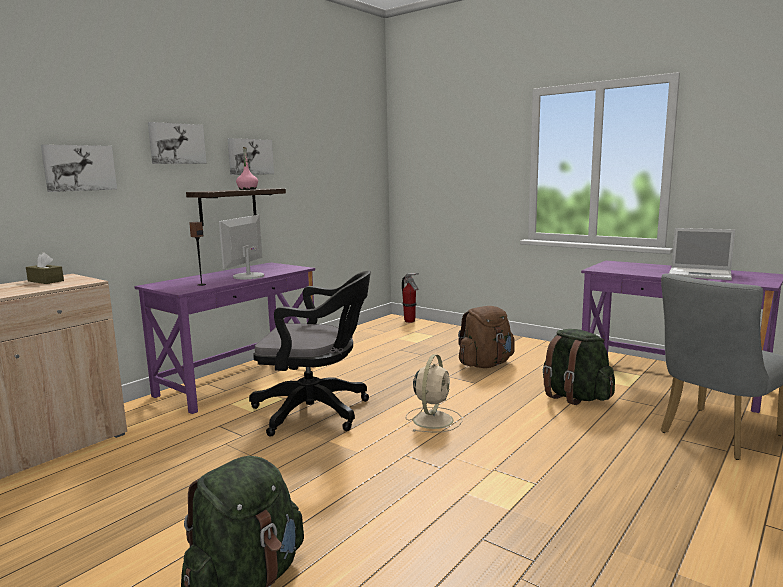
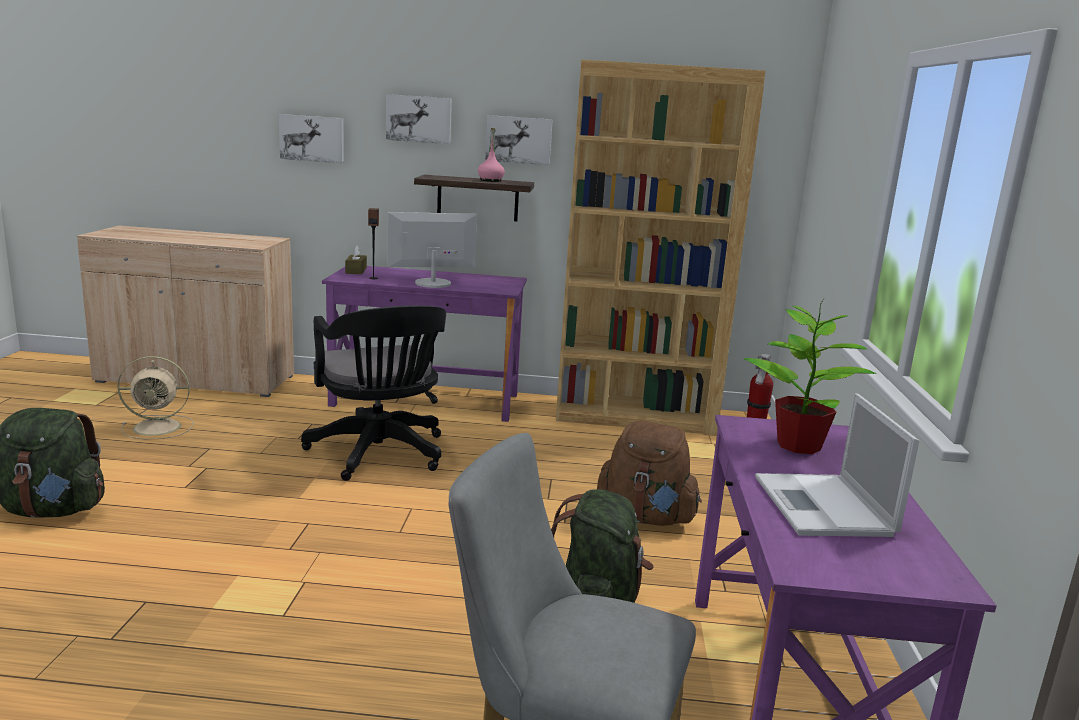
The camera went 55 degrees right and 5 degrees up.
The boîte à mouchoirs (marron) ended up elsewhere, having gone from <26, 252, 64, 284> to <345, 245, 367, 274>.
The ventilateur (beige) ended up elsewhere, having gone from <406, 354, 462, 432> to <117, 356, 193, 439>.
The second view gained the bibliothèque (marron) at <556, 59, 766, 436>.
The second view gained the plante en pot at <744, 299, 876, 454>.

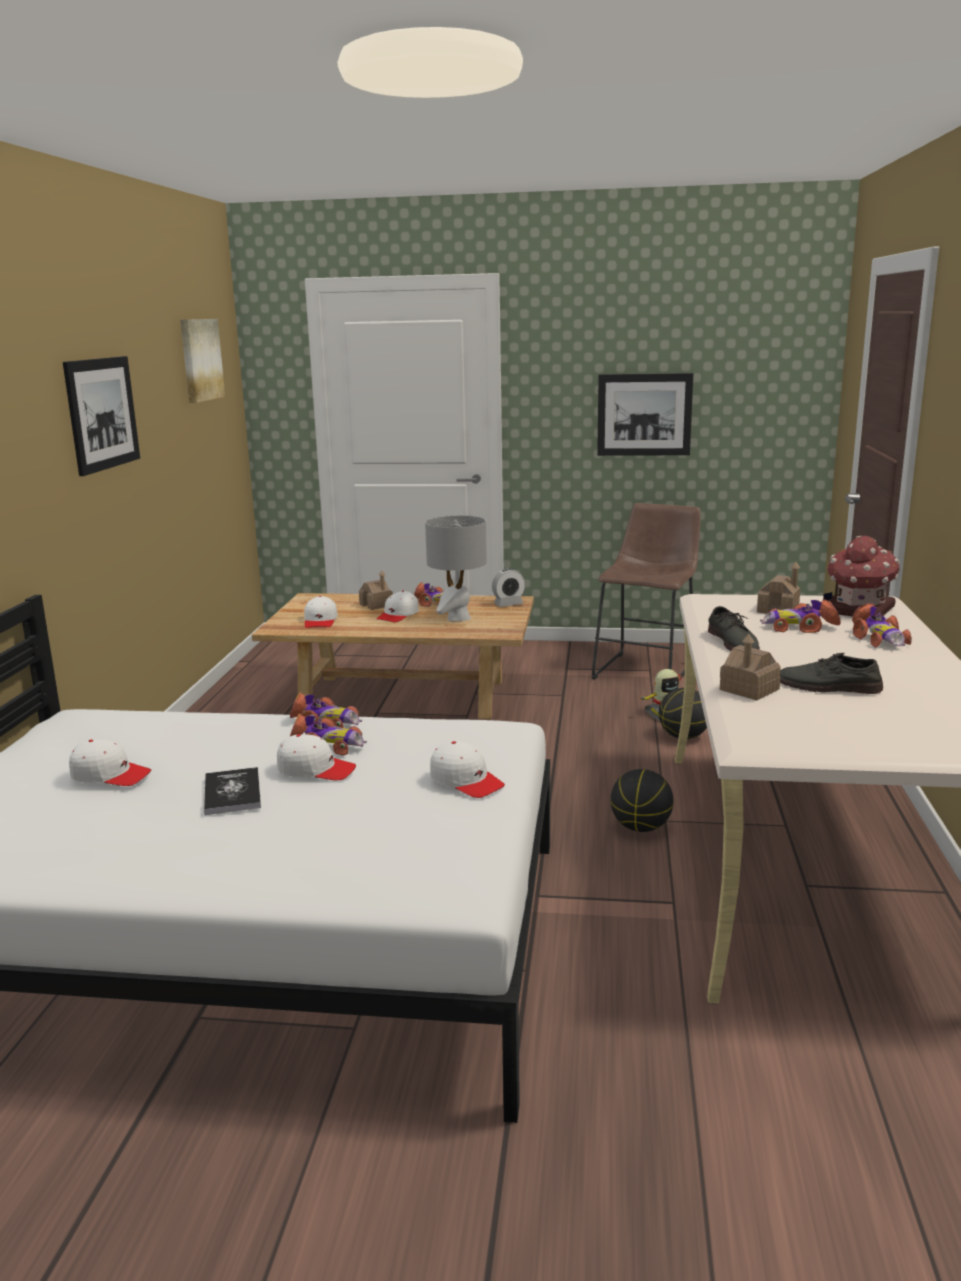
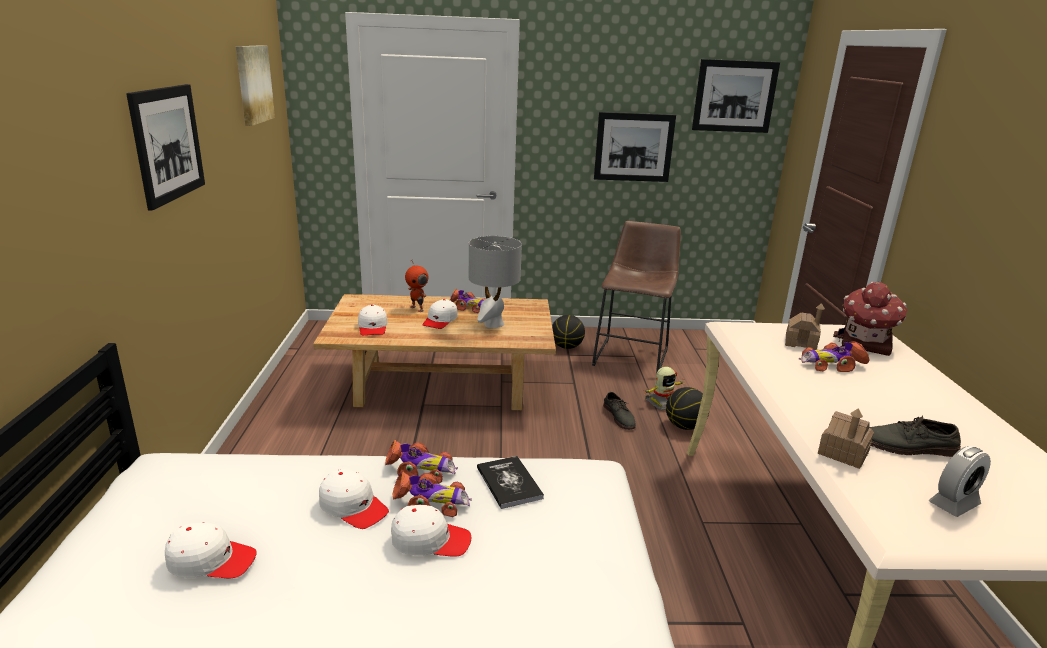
The camera went 10 degrees left and 5 degrees up.
The livre ended up elsewhere, having gone from <204, 767, 261, 815> to <477, 456, 544, 509>.
Where the maison miniature stood at <359, 571, 393, 610>, the robot jouet came to stand at <405, 260, 429, 312>.
The casquette (blanc) ended up elsewhere, having gone from <430, 741, 505, 798> to <319, 469, 389, 529>.
The réveil ended up elsewhere, having gone from <492, 569, 525, 607> to <929, 446, 991, 517>.
The ballon de basket ended up elsewhere, having gone from <610, 769, 674, 832> to <552, 315, 585, 349>.
The chaussure (gris) ended up elsewhere, having gone from <708, 606, 760, 651> to <603, 392, 636, 430>.
The second view lost the petite voiture at <852, 603, 912, 647>.
The second view gained the tableau at <692, 59, 780, 133>.

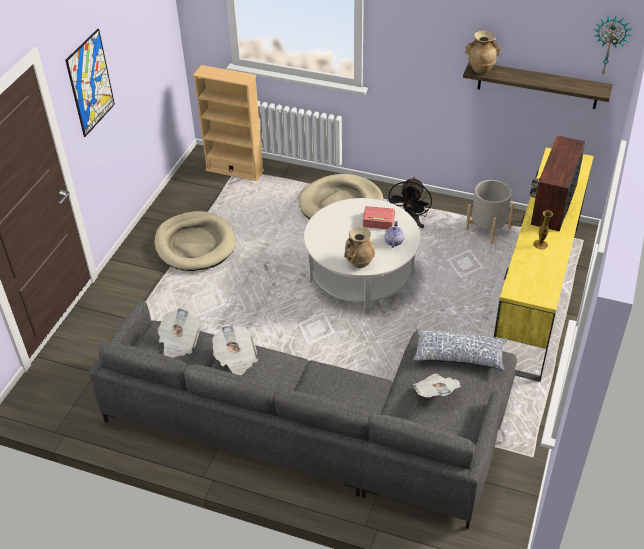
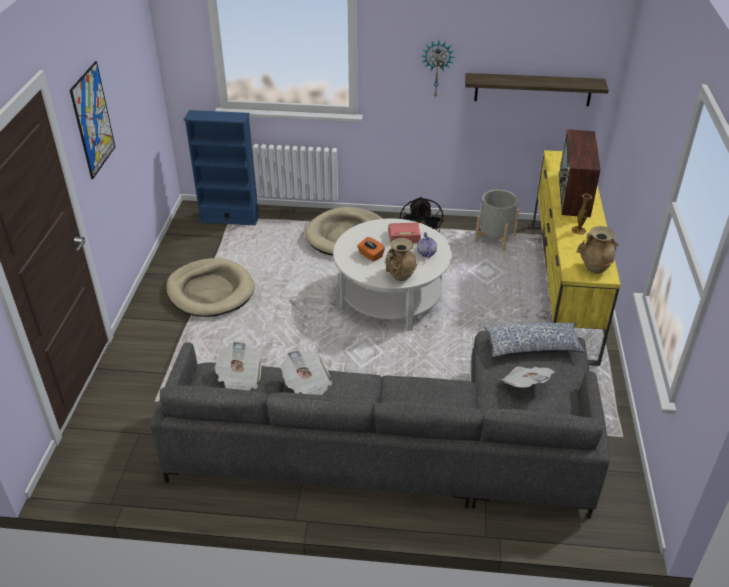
The camera went 15 degrees left and 5 degrees down.
What was the bibliothèque (beige) at <193, 65, 264, 181> turned into the bibliothèque (bleu) at <183, 110, 259, 226>.
The vase (beige) ended up elsewhere, having gone from <465, 30, 501, 74> to <577, 226, 618, 274>.
The horloge murale ended up elsewhere, having gone from <593, 16, 632, 75> to <422, 41, 455, 98>.
The second view gained the boîte à mouchoirs (orange) at <357, 237, 385, 262>.

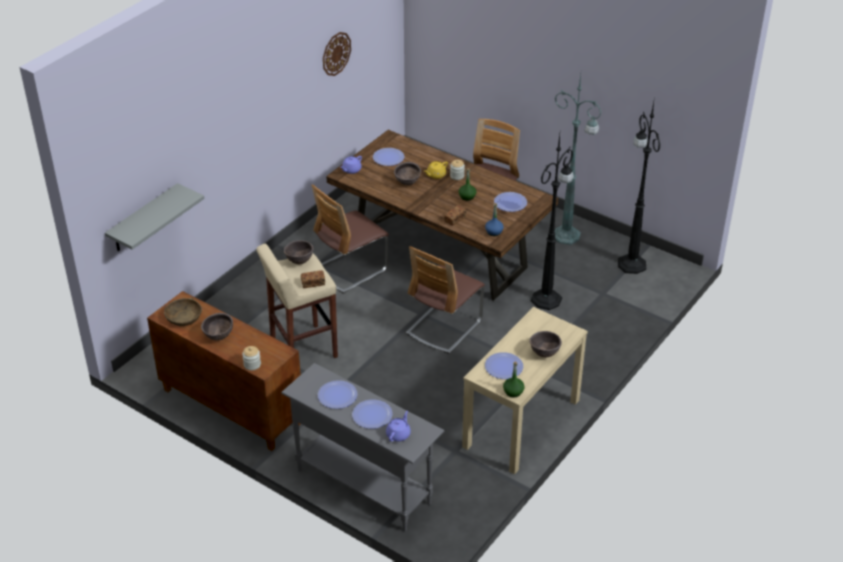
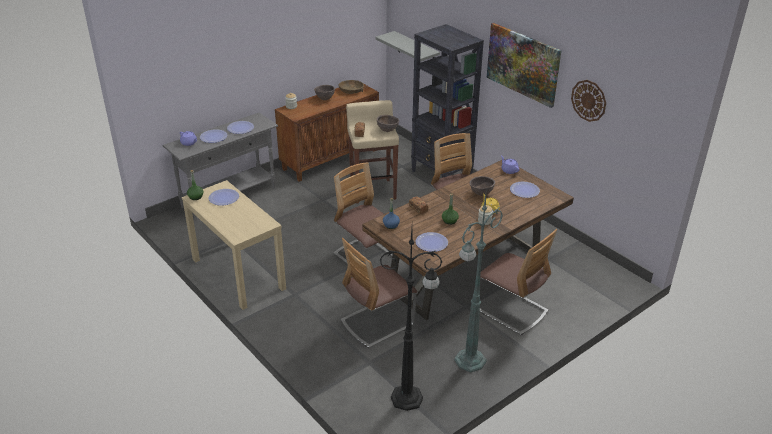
The camera went 105 degrees right and 5 degrees down.
The second view lost the bol (marron) at <529, 331, 562, 358>.
Where the lampadaire (noir) stood at <531, 135, 574, 310>, the chaise came to stand at <341, 238, 417, 348>.
The second view gained the bibliothèque (noir) at <411, 24, 484, 178>.
The second view gained the tableau at <486, 23, 562, 108>.

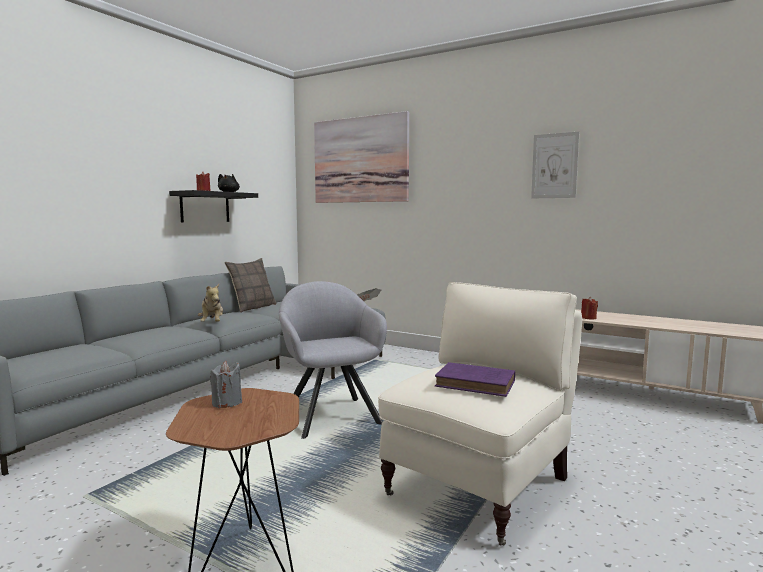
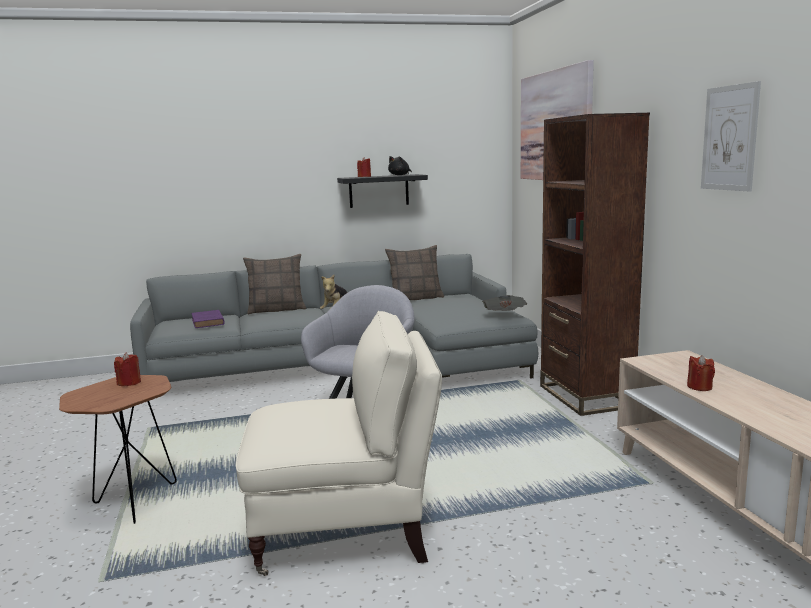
The camera went 45 degrees right and 5 degrees up.
What was the bougie (gris) at <210, 361, 242, 408> turned into the bougie (rouge) at <114, 352, 141, 386>.
The livre (violet) ended up elsewhere, having gone from <435, 362, 515, 397> to <191, 310, 225, 328>.
The second view gained the coussin at <243, 254, 306, 315>.
The second view gained the bibliothèque (marron) at <540, 113, 650, 416>.

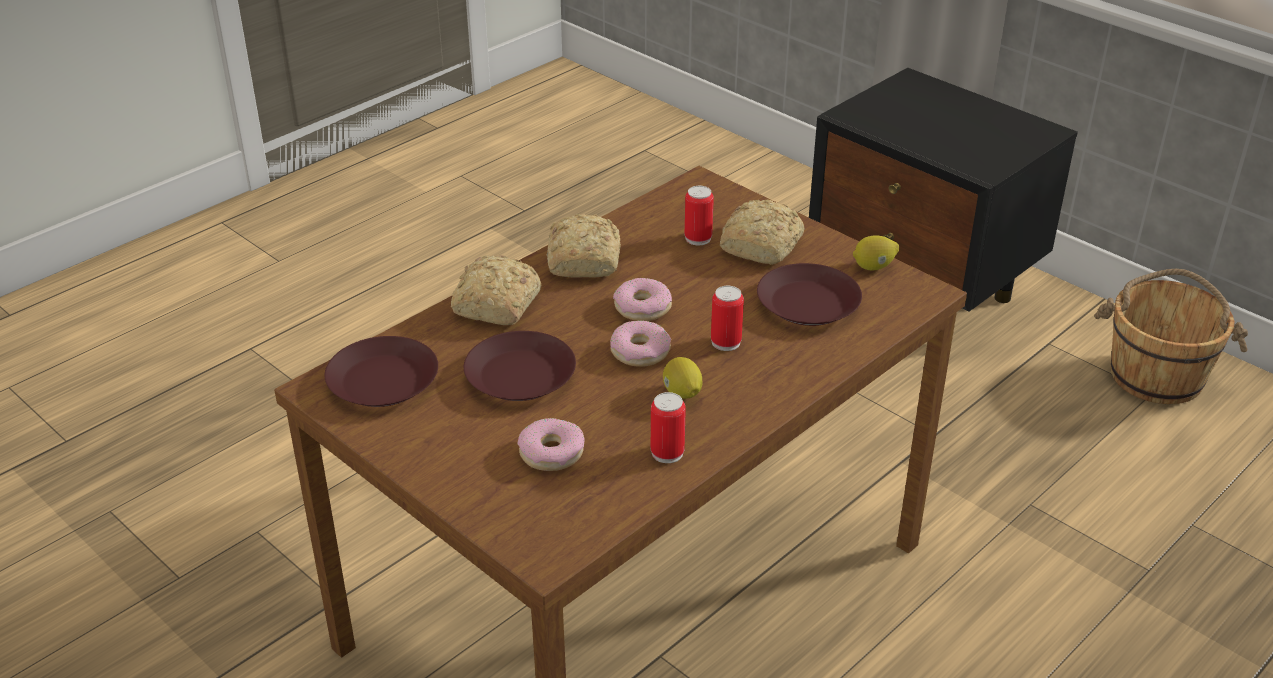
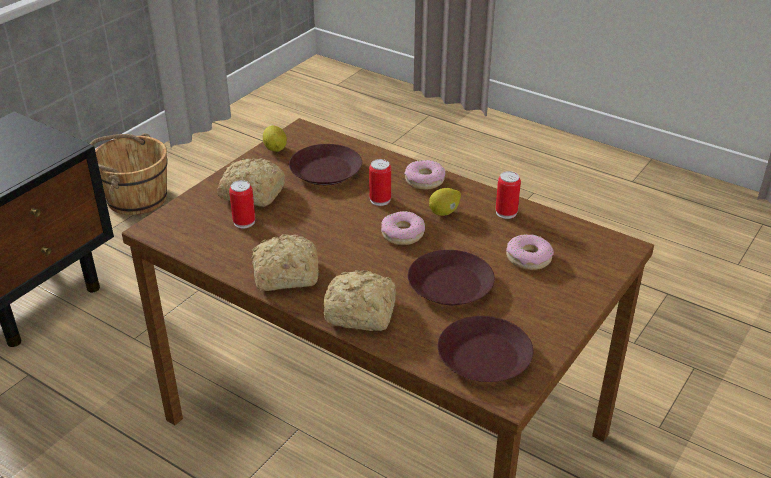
The camera went 100 degrees left and 0 degrees up.
The beignet ended up elsewhere, having gone from <613, 278, 672, 321> to <405, 160, 445, 190>.

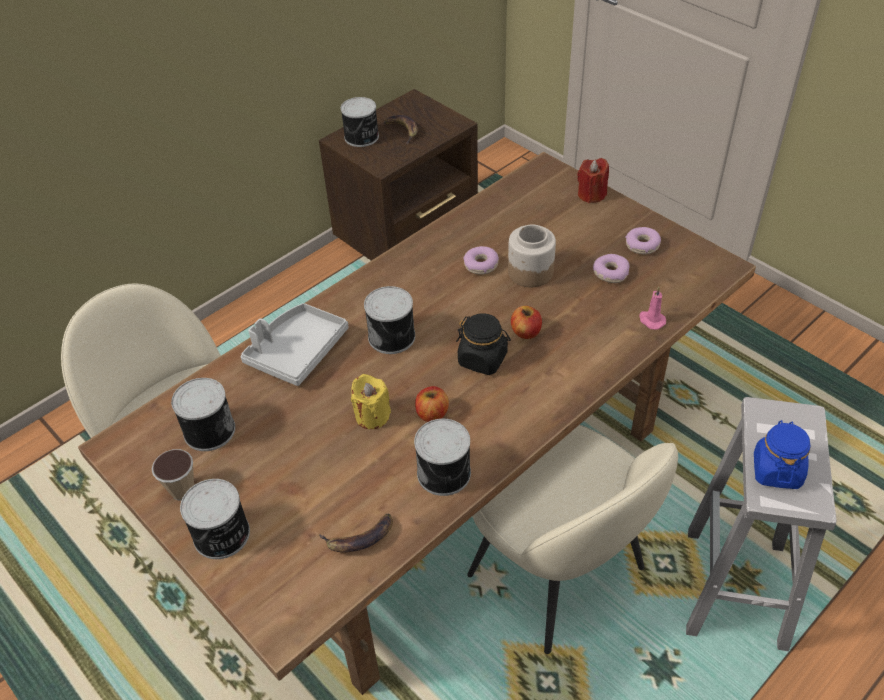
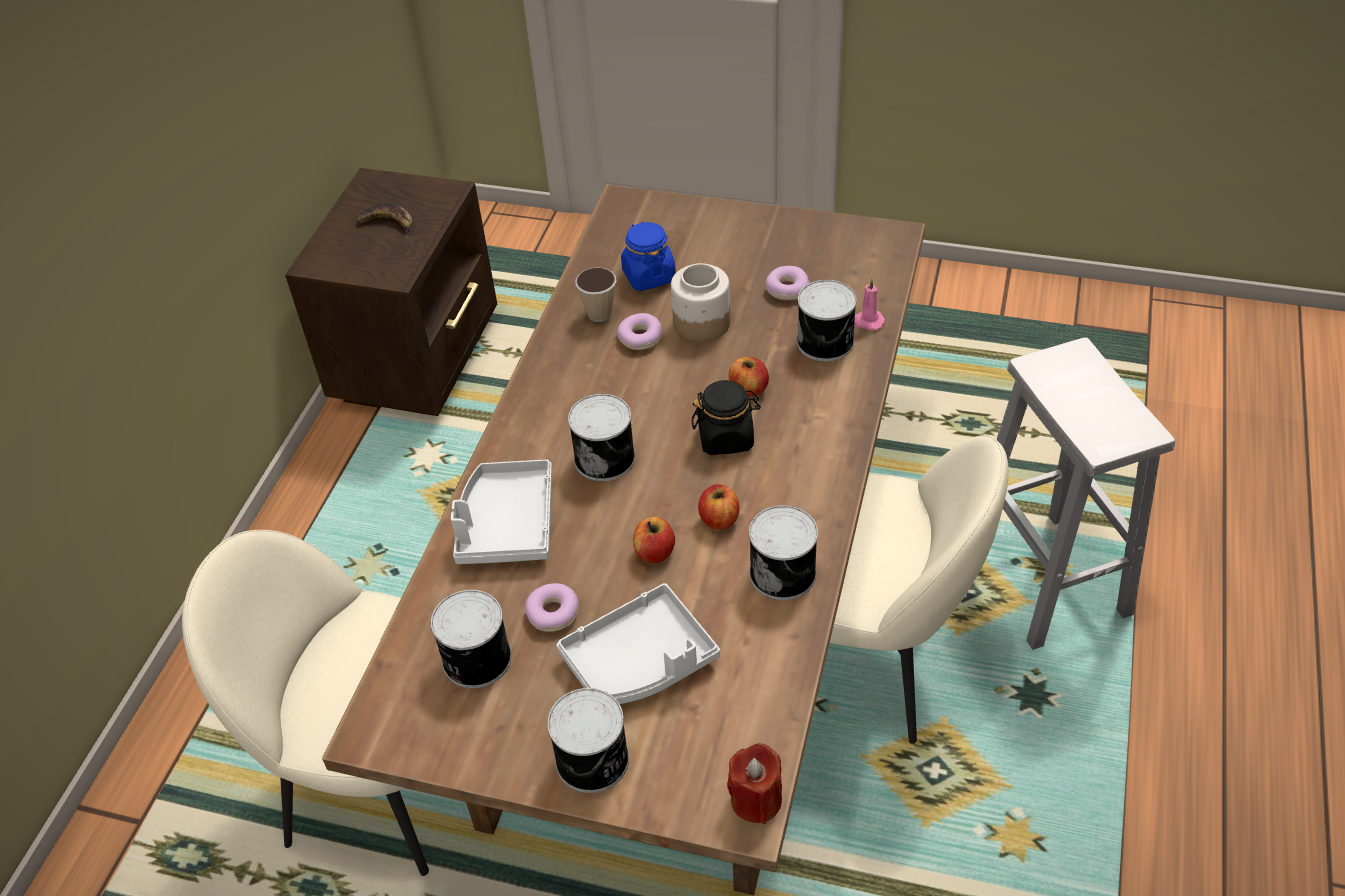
The camera went 30 degrees left and 0 degrees up.
The tasse ended up elsewhere, having gone from <152, 449, 194, 500> to <575, 267, 616, 322>.
The second view lost the banane at <320, 513, 393, 552>.
The boîte métallique ended up elsewhere, having gone from <341, 97, 379, 147> to <797, 280, 857, 362>.
Where the bougie (jaune) stood at <351, 374, 391, 429>, the pomme came to stand at <633, 517, 675, 563>.
The bougie (rouge) ended up elsewhere, having gone from <577, 158, 609, 203> to <727, 743, 782, 824>.
The beignet ended up elsewhere, having gone from <626, 227, 661, 254> to <525, 583, 579, 632>.
The bocal (bleu) ended up elsewhere, having gone from <754, 420, 811, 489> to <621, 221, 676, 291>.
The second view gained the plateau (gris) at <557, 583, 720, 704>.

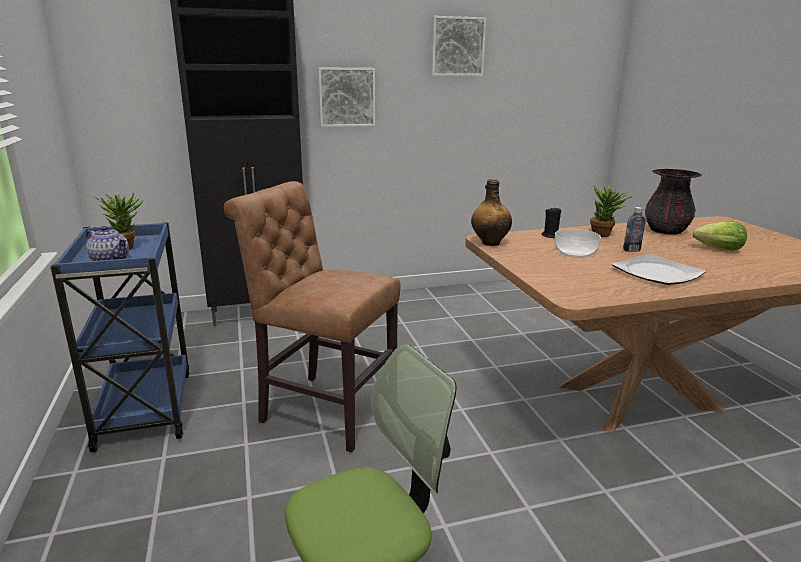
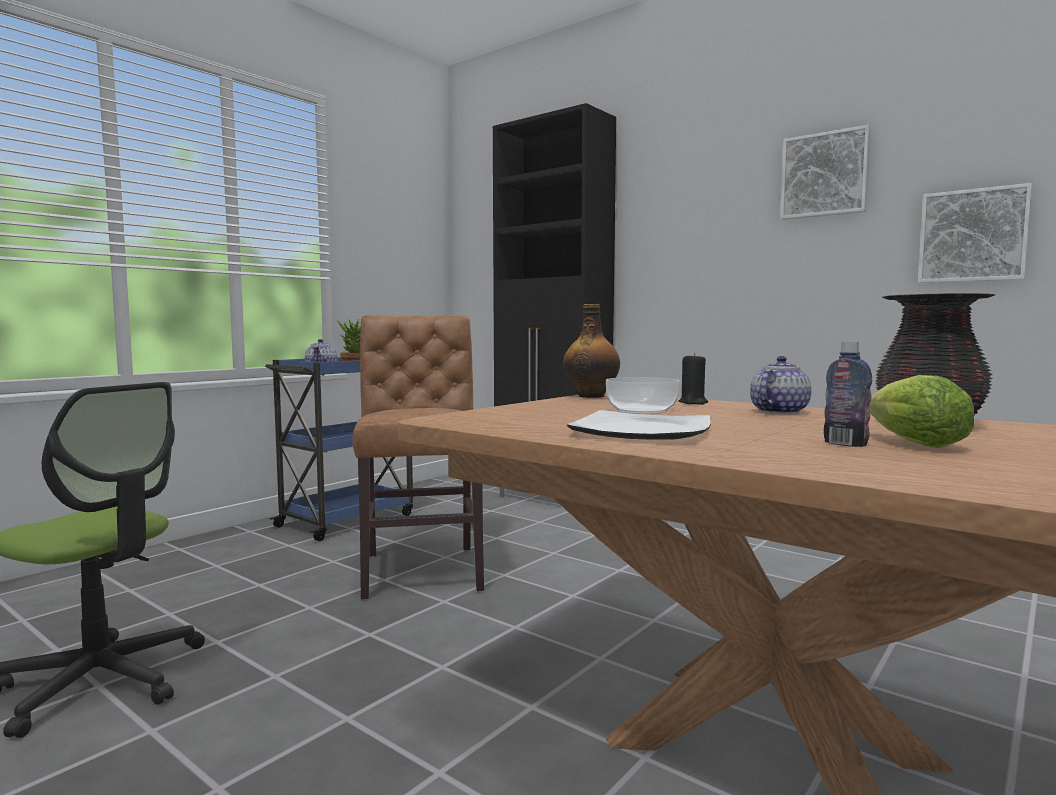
The camera went 55 degrees right and 15 degrees down.
The tableau ended up elsewhere, having gone from <318, 67, 375, 127> to <918, 183, 1032, 283>.
Where the plante en pot stood at <590, 185, 633, 237>, the théière came to stand at <750, 356, 811, 414>.
The bouteille ended up elsewhere, having gone from <623, 207, 646, 252> to <824, 342, 872, 447>.

